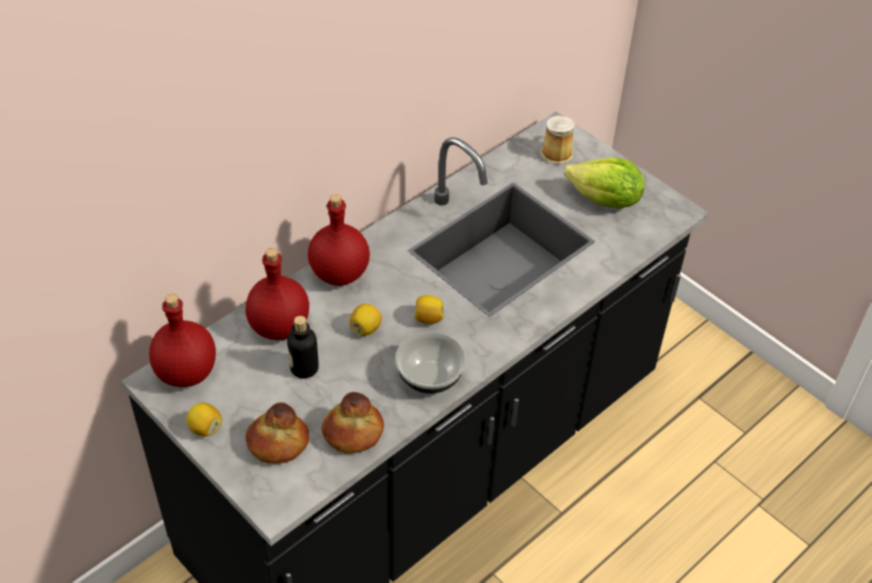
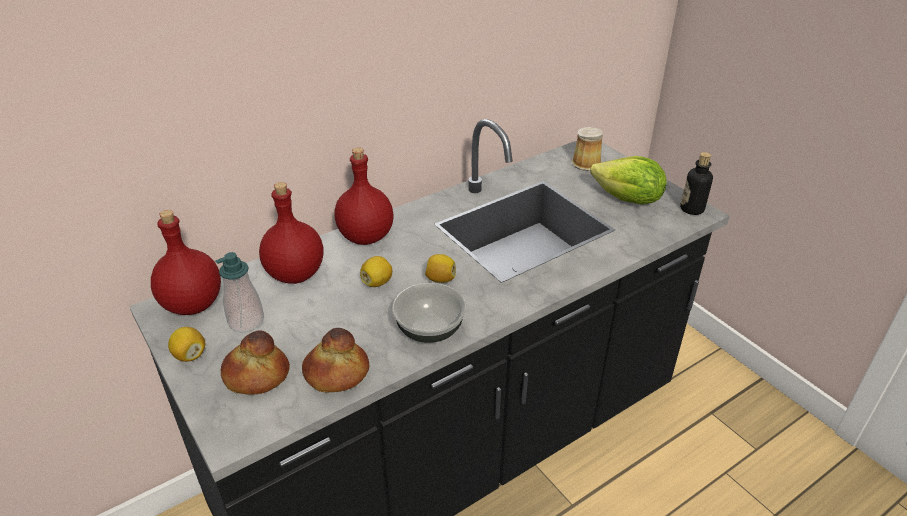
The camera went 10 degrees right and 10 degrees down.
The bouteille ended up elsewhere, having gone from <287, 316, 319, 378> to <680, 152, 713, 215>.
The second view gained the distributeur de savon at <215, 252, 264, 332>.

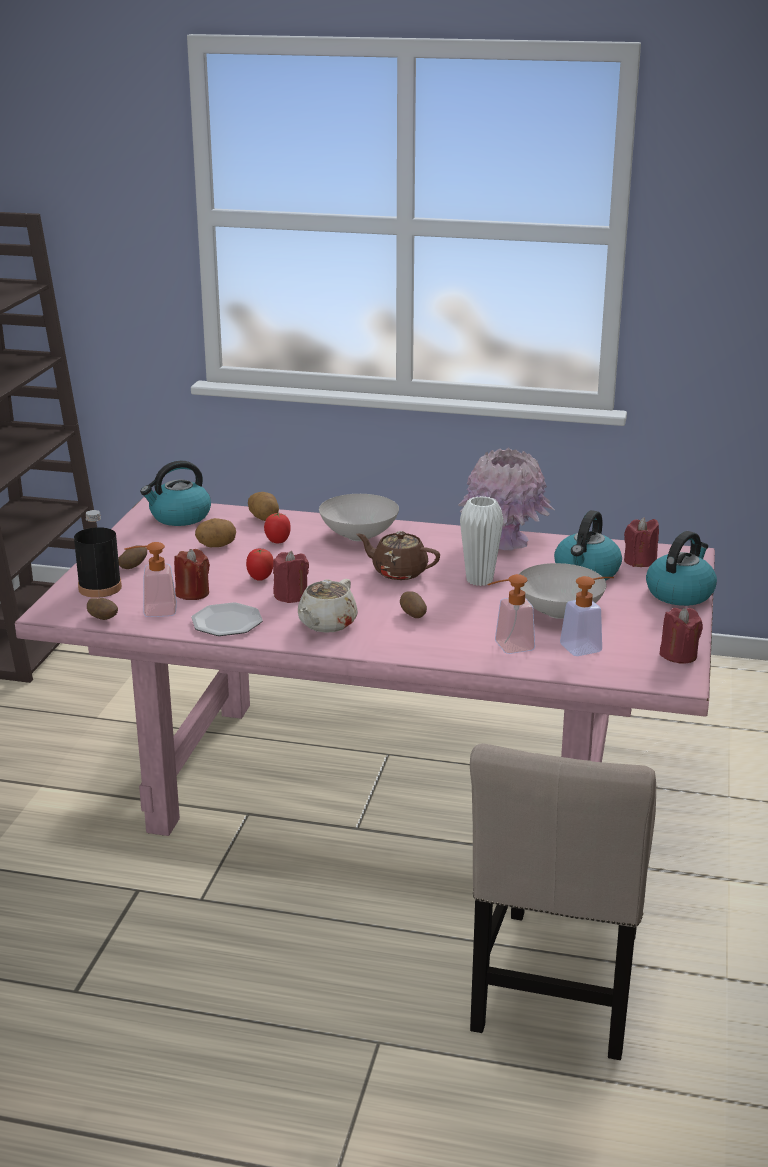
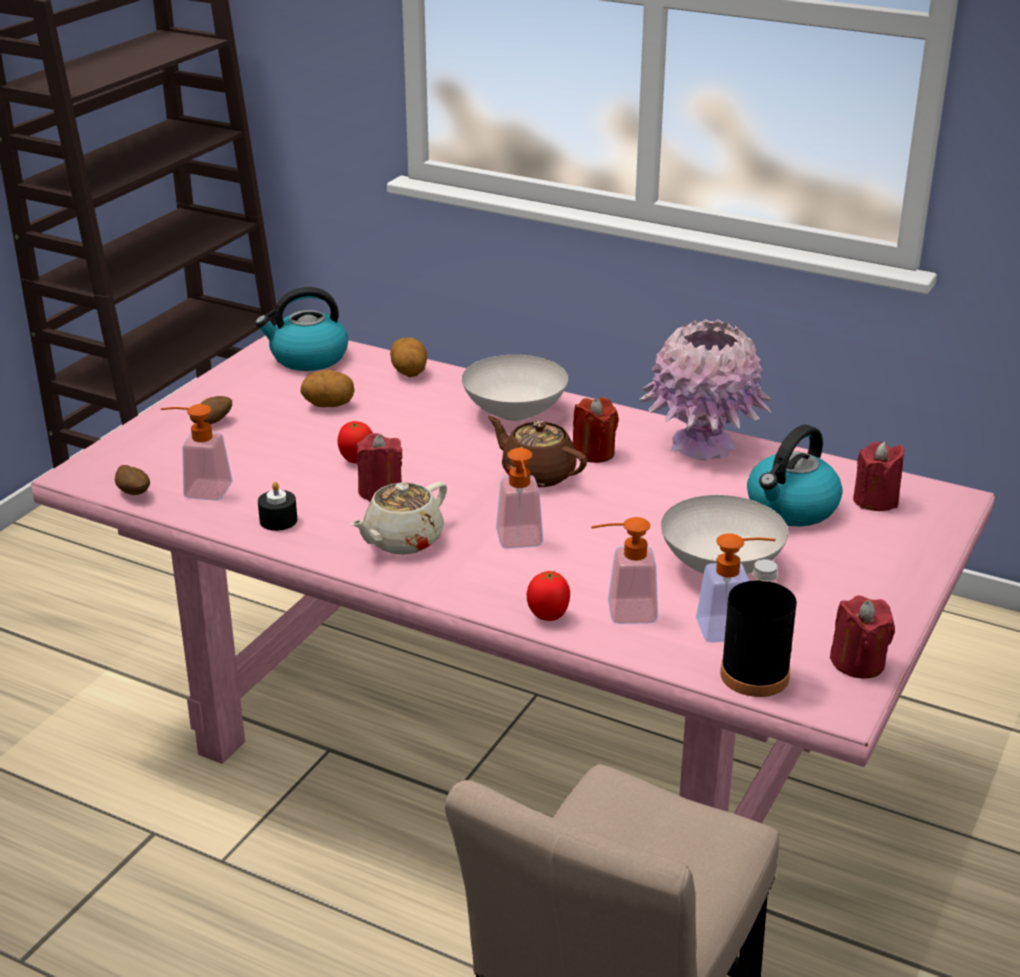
The camera went 15 degrees right and 5 degrees up.
The bouteille (noir) ended up elsewhere, having gone from <74, 510, 122, 598> to <720, 559, 797, 697>.
The bougie (rouge) ended up elsewhere, having gone from <174, 549, 210, 600> to <573, 397, 619, 463>.
Where the assiette stood at <191, 602, 263, 636>, the bougie (noir) came to stand at <258, 482, 297, 531>.
The tomate ended up elsewhere, having gone from <264, 512, 291, 543> to <527, 571, 570, 621>.
Where the pomme de terre stood at <400, 591, 427, 618>, the distributeur de savon came to stand at <496, 448, 543, 549>.
The second view lost the vase (blanc) at <460, 496, 504, 586>.
The second view lost the bouilloire at <646, 531, 717, 606>.

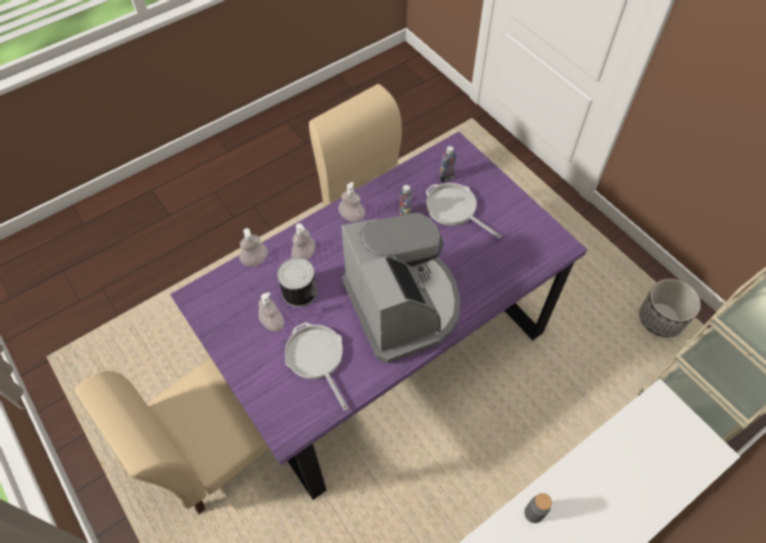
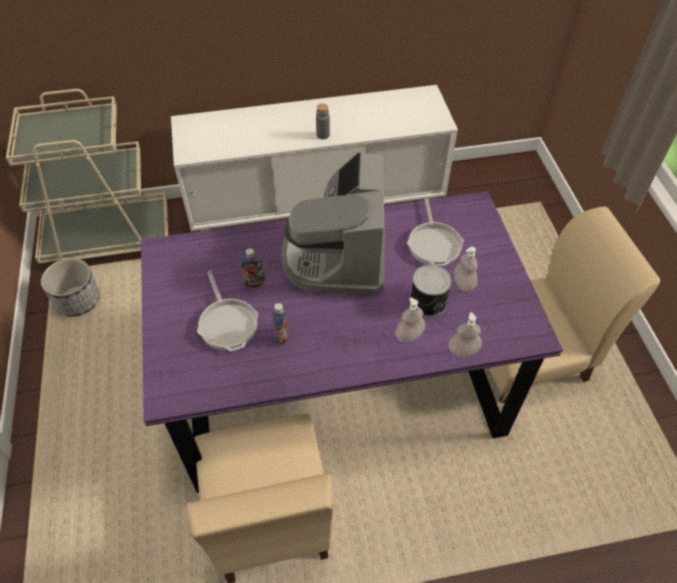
The camera went 155 degrees left and 5 degrees down.
The second view lost the distributeur de savon at <338, 182, 365, 222>.
The bouteille ended up elsewhere, having gone from <439, 146, 457, 183> to <241, 248, 265, 288>.

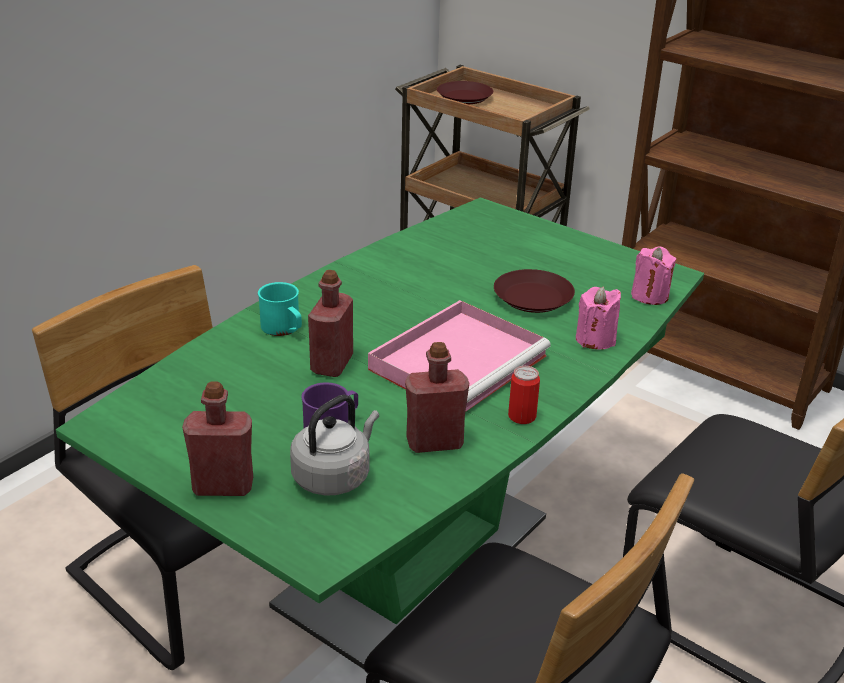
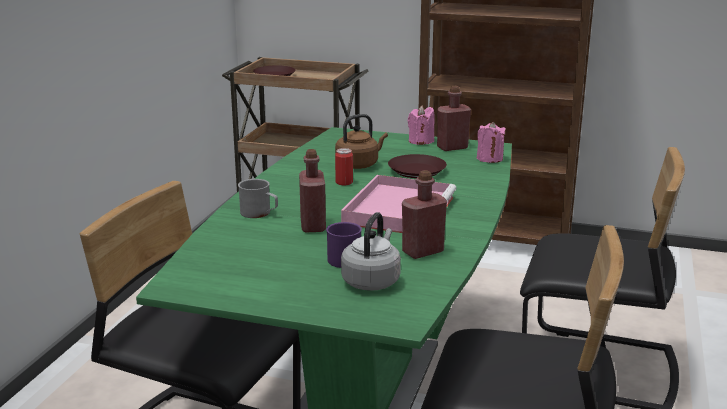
The camera went 20 degrees left and 10 degrees down.
The bouteille (rouge) ended up elsewhere, having gone from <182, 381, 253, 496> to <437, 86, 471, 151>.
What was the mug (turquoise) at <258, 282, 302, 336> turned into the mug (gris) at <238, 179, 278, 218>.
The boîte métallique ended up elsewhere, having gone from <508, 366, 540, 424> to <335, 148, 353, 185>.
The bougie (rose) ended up elsewhere, having gone from <576, 287, 621, 350> to <408, 106, 435, 145>.
The second view gained the bouilloire (marron) at <335, 114, 388, 169>.

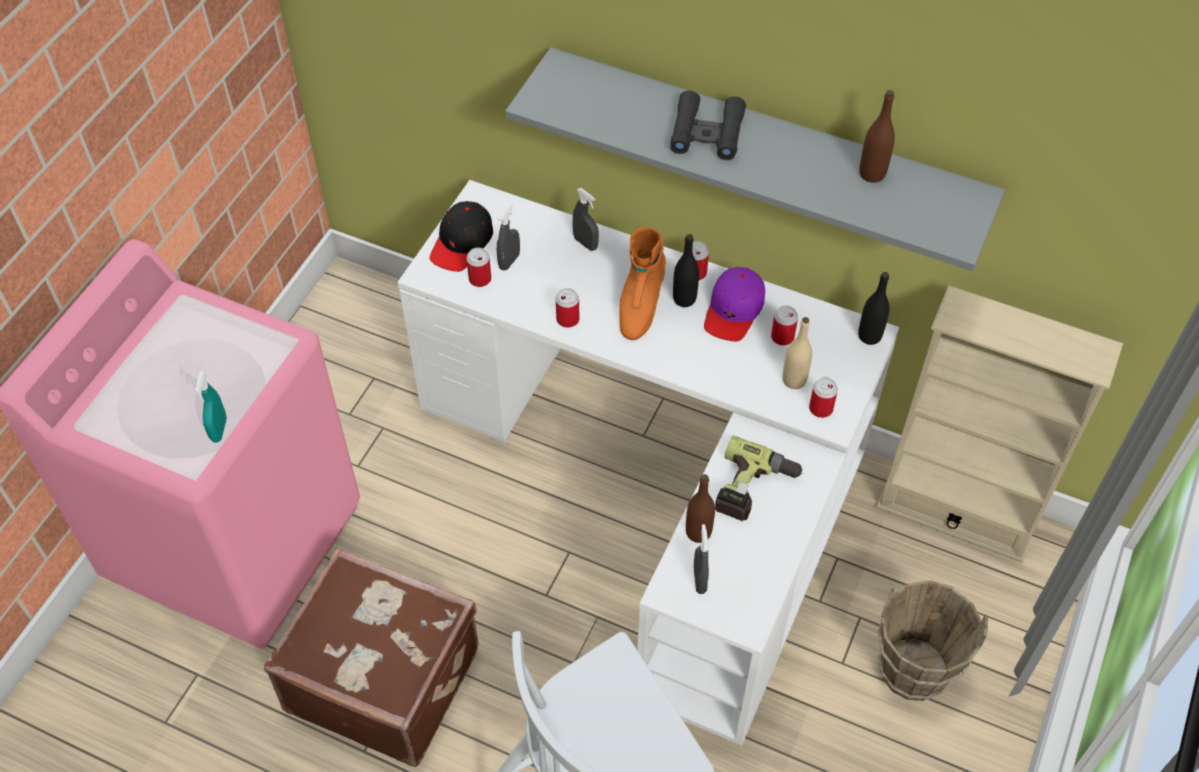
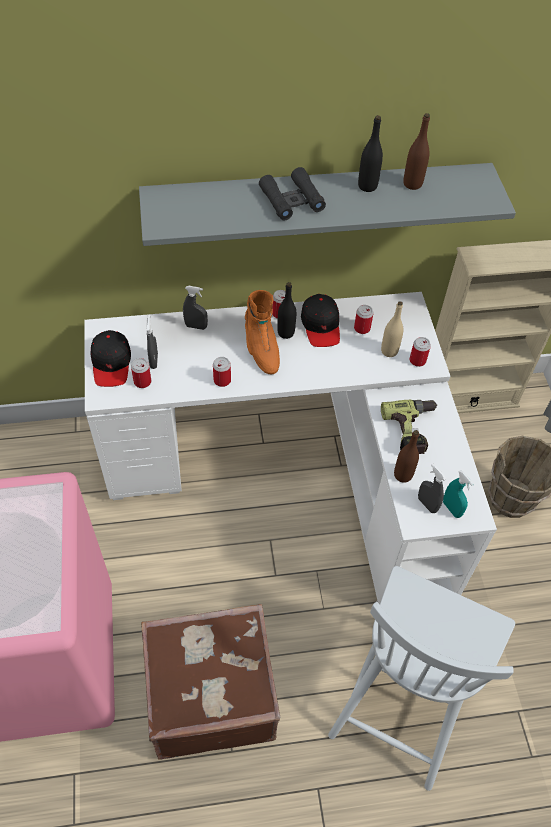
The camera went 35 degrees left and 0 degrees up.
The vaporisateur (turquoise) ended up elsewhere, having gone from <195, 371, 227, 443> to <443, 470, 474, 518>.
What was the casquette (violet) at <704, 267, 765, 341> turned into the casquette (noir) at <301, 294, 340, 347>.
The bouteille (noir) ended up elsewhere, having gone from <858, 272, 889, 345> to <358, 115, 383, 192>.

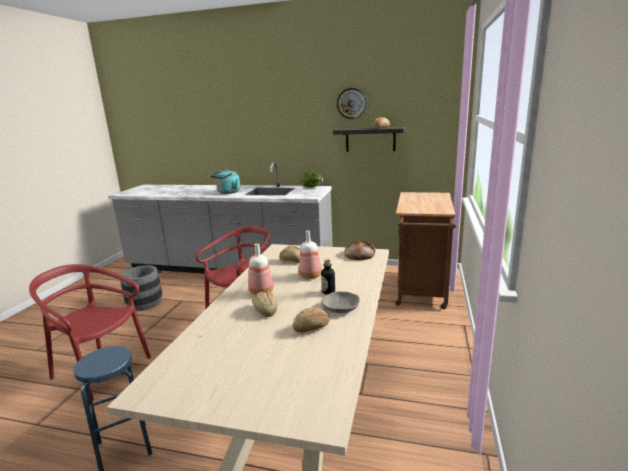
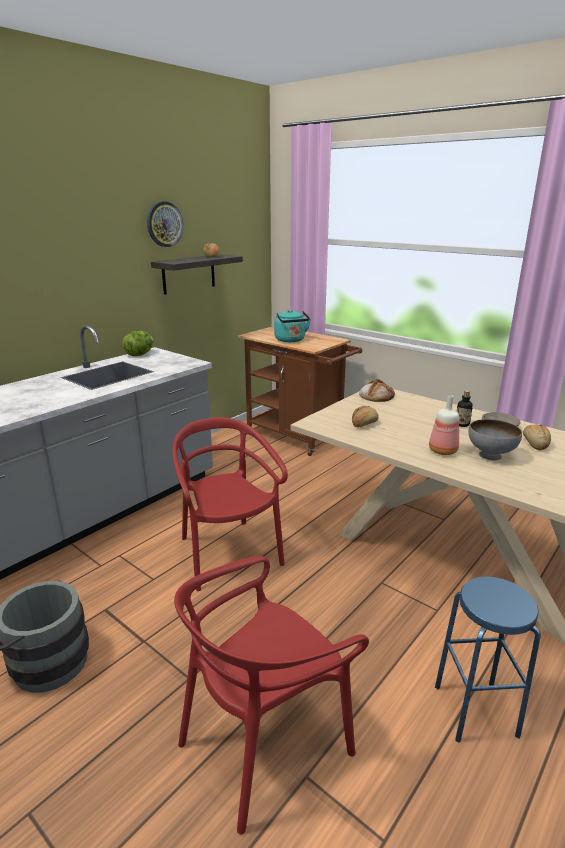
The camera went 65 degrees left and 5 degrees up.
The bouilloire (turquoise) ended up elsewhere, having gone from <210, 170, 240, 194> to <274, 310, 311, 342>.
Where the pain stood at <252, 291, 277, 317>, the bol (gris) came to stand at <468, 419, 522, 461>.
The second view lost the bouteille at <299, 230, 322, 279>.

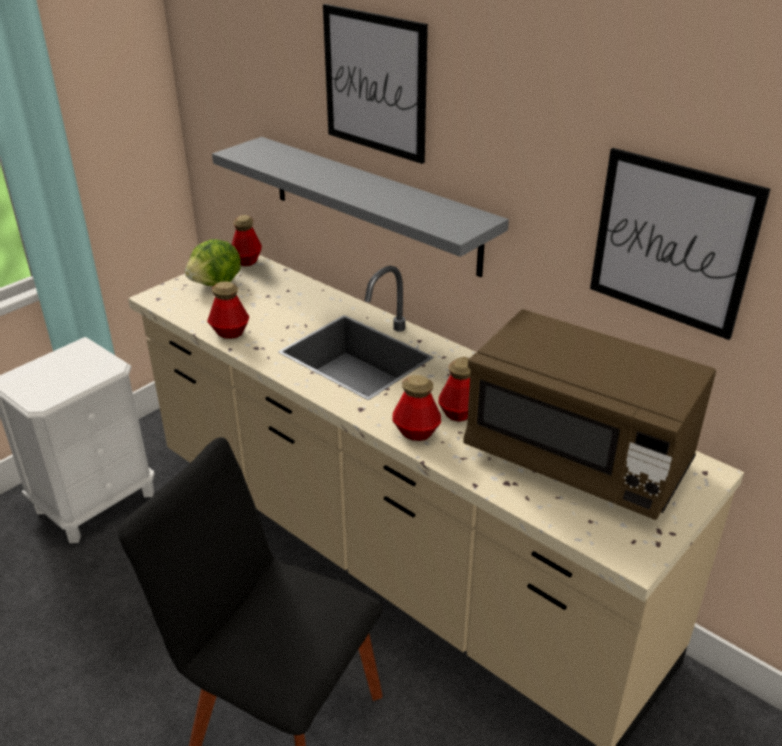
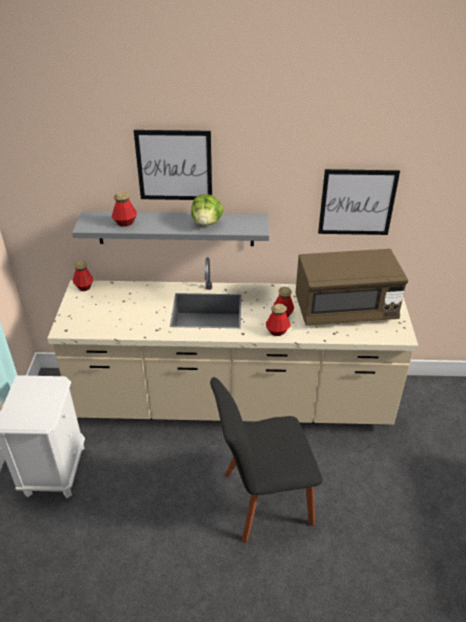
The camera went 40 degrees left and 5 degrees up.
The laitue ended up elsewhere, having gone from <185, 239, 241, 286> to <191, 194, 223, 226>.
The bouteille ended up elsewhere, having gone from <207, 281, 249, 339> to <112, 192, 137, 227>.

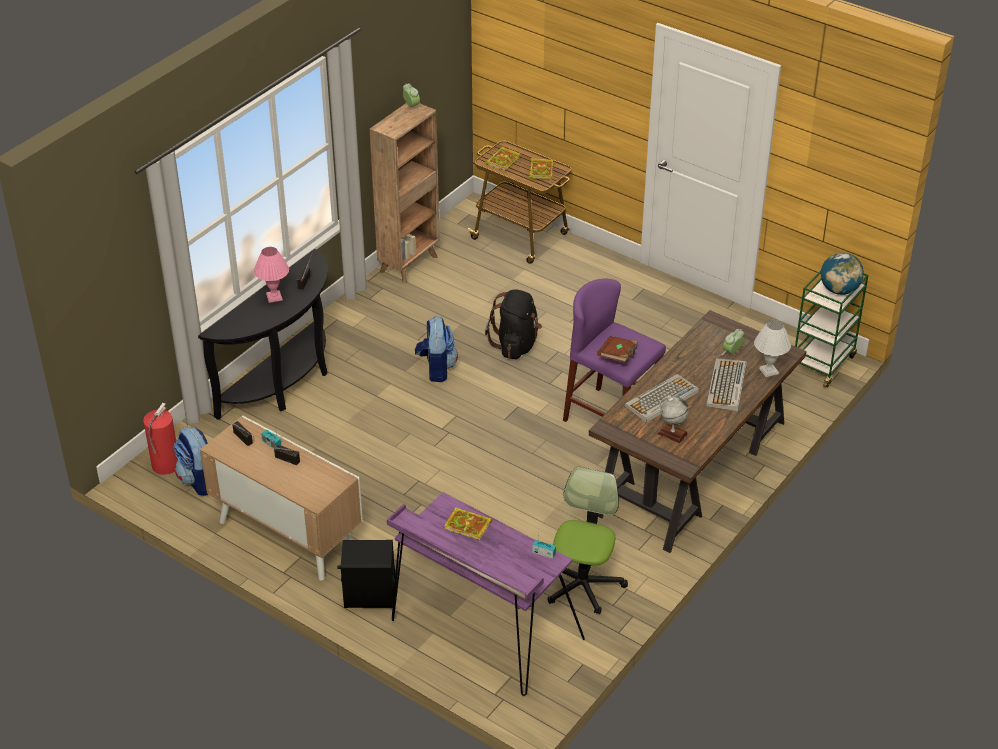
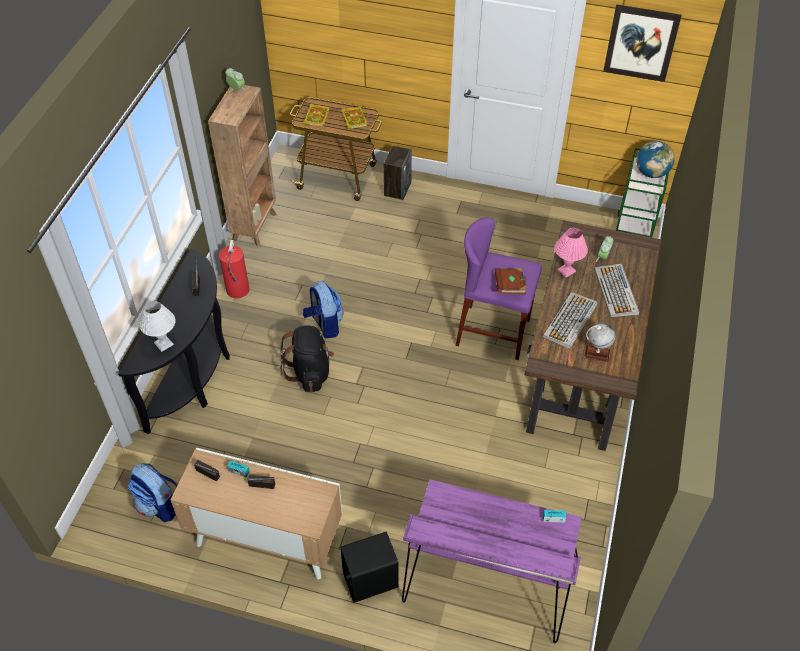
The camera went 20 degrees left and 10 degrees up.
The extincteur ended up elsewhere, having gone from <143, 403, 178, 475> to <219, 240, 249, 298>.
The lampe de table (rose) ended up elsewhere, having gone from <254, 247, 289, 303> to <554, 228, 588, 278>.
The second view lost the livre at <444, 507, 492, 540>.
The sac à dos (noir) ended up elsewhere, having gone from <485, 290, 542, 359> to <280, 326, 334, 392>.
The second view lost the chaise de bureau at <548, 467, 628, 614>.
The lampe de table (blanc) ended up elsewhere, having gone from <754, 320, 791, 377> to <139, 301, 176, 352>.
The second view gained the enceinte at <384, 146, 412, 200>.
The second view gained the tableau at <603, 4, 682, 82>.

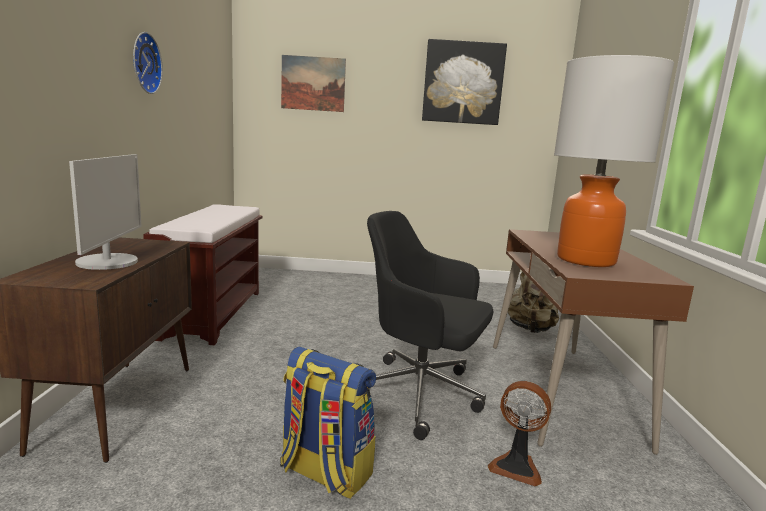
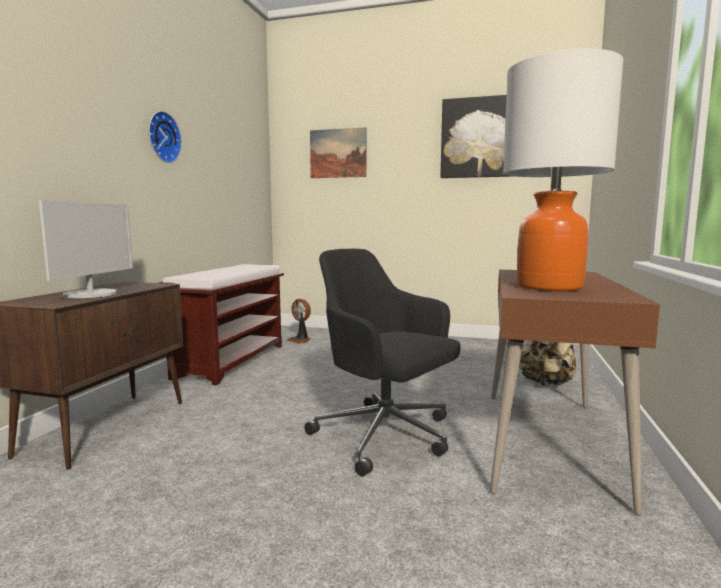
The camera went 15 degrees right and 5 degrees down.
The second view lost the sac à dos at <280, 346, 376, 499>.
The ventilateur ended up elsewhere, having gone from <488, 381, 551, 487> to <287, 299, 311, 344>.

